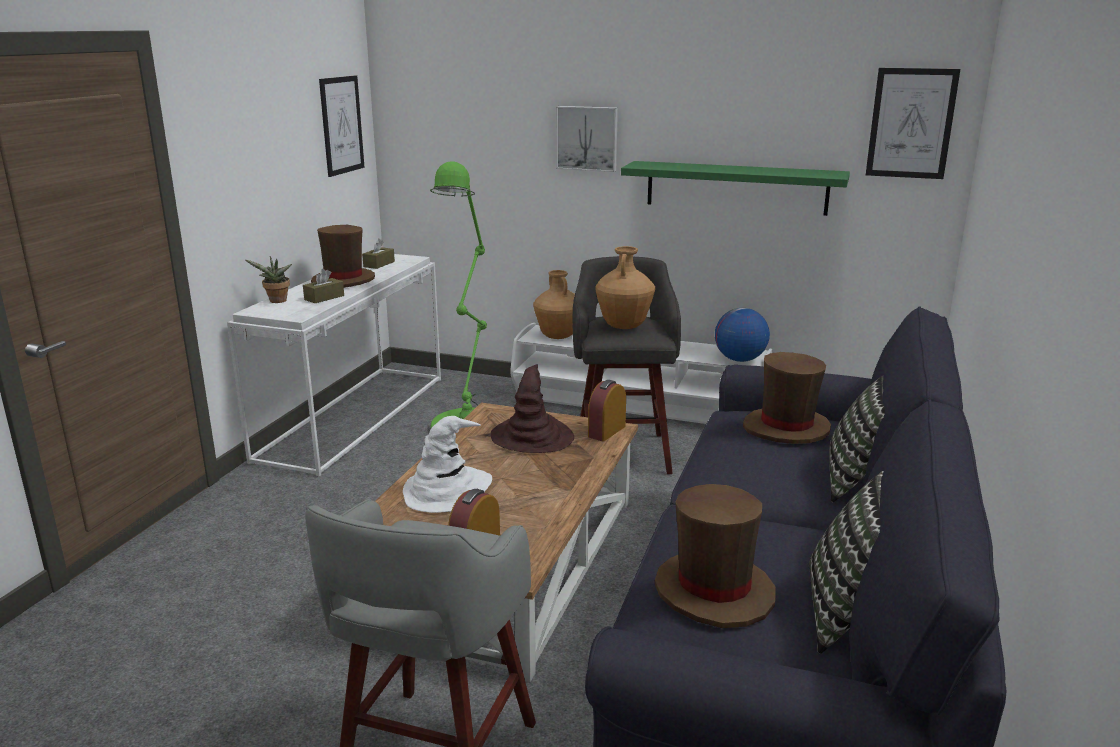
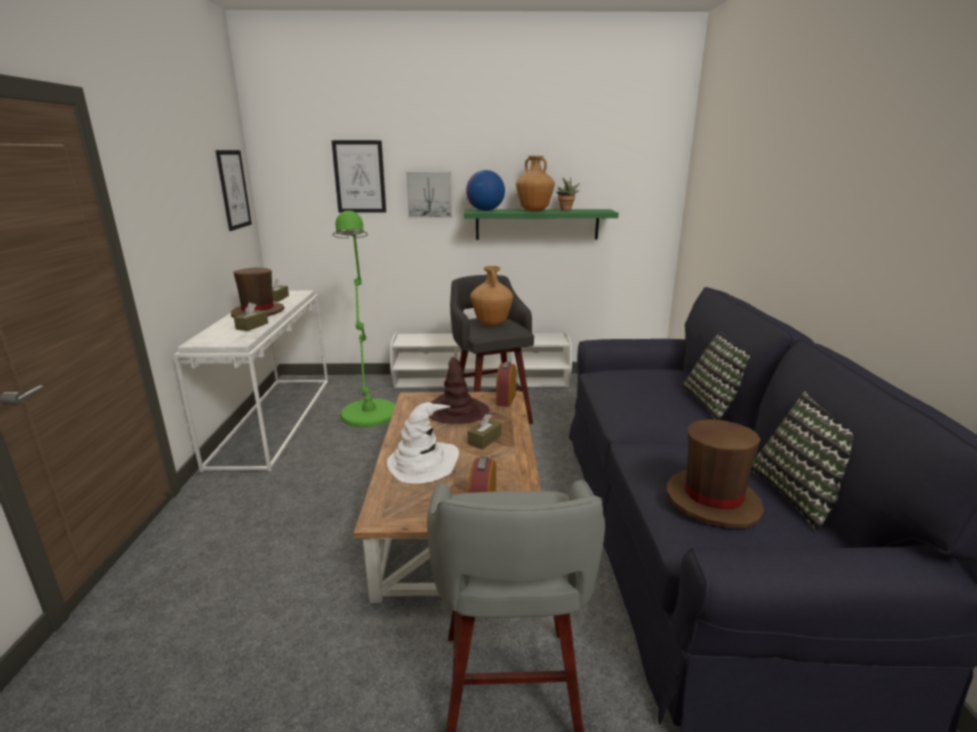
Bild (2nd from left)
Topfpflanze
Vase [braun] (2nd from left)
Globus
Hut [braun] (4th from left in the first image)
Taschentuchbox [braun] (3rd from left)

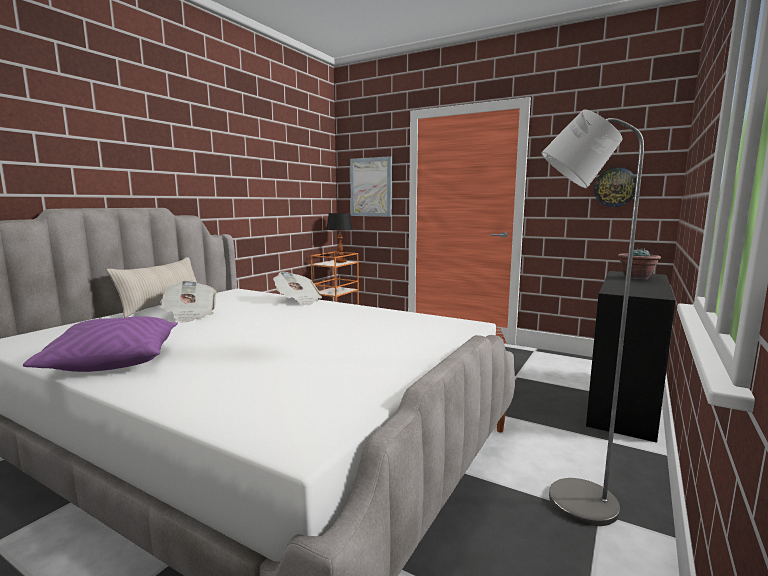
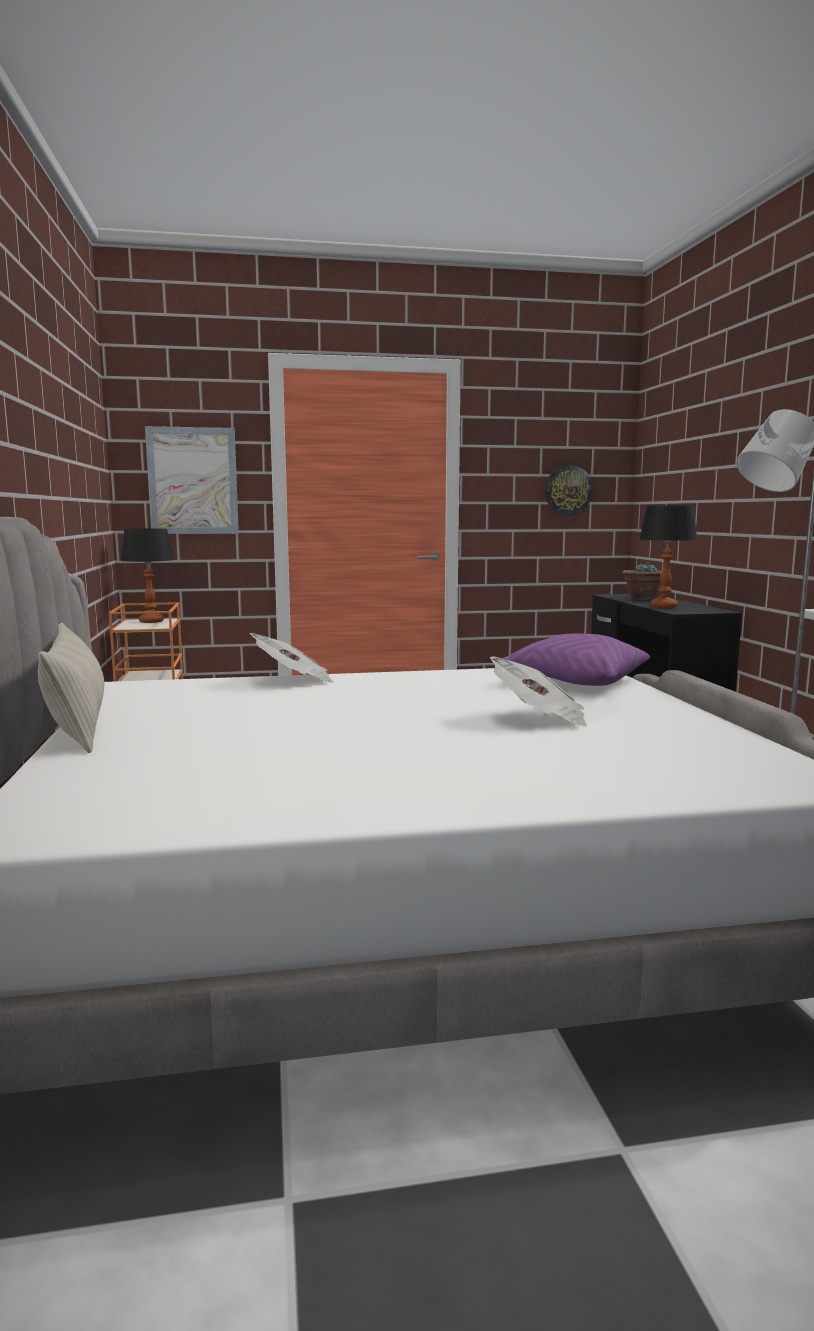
Zeitung (2nd from left)
Kissen [lila]
Tischlampe (2nd from left)

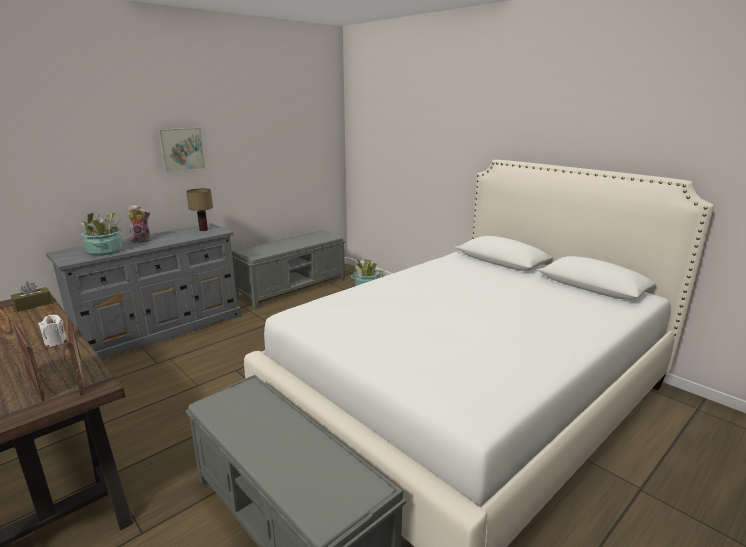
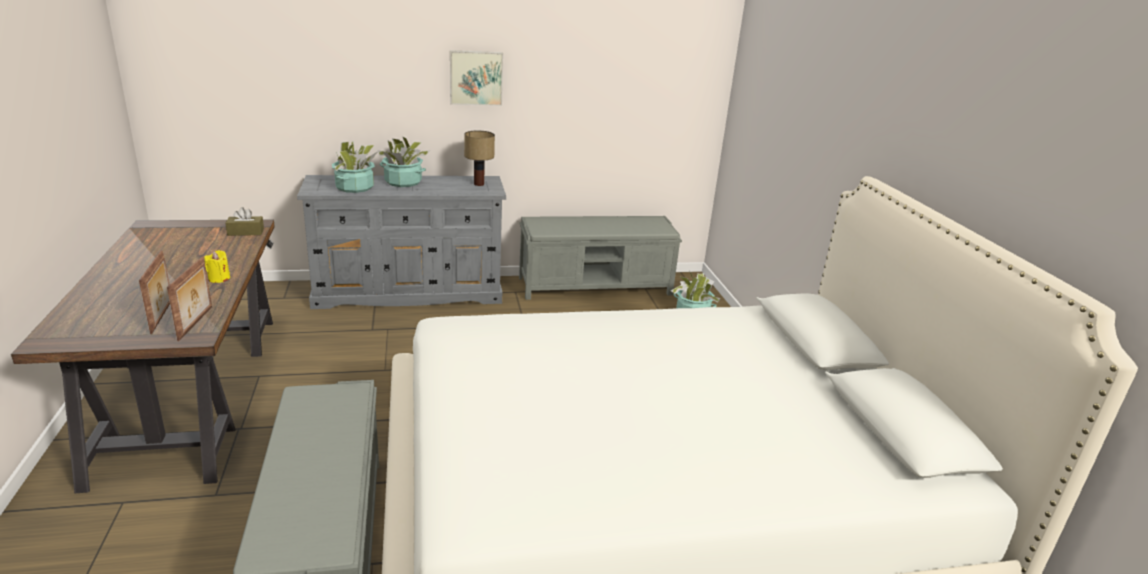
Topfpflanze (2nd from left)
Kerze [gelb]

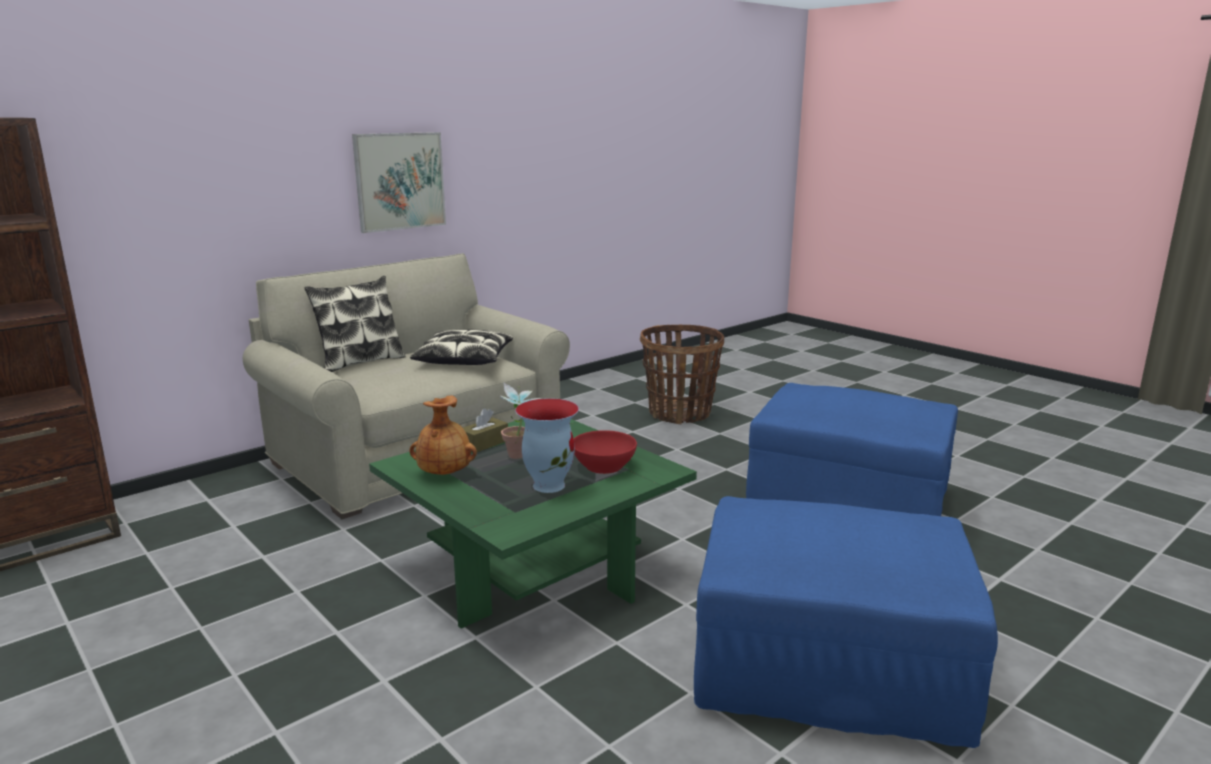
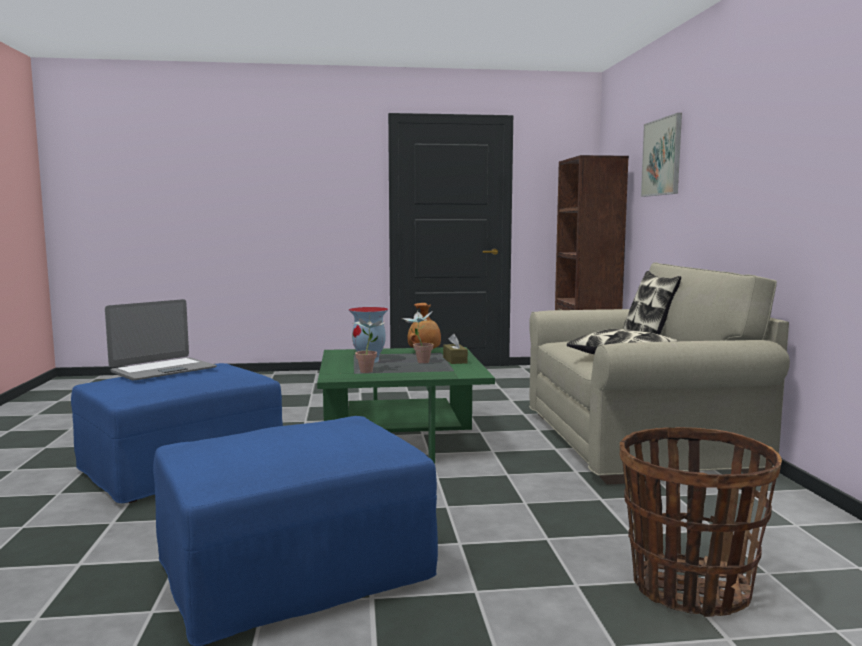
Bild
Topfpflanze (1st from left)
Laptop

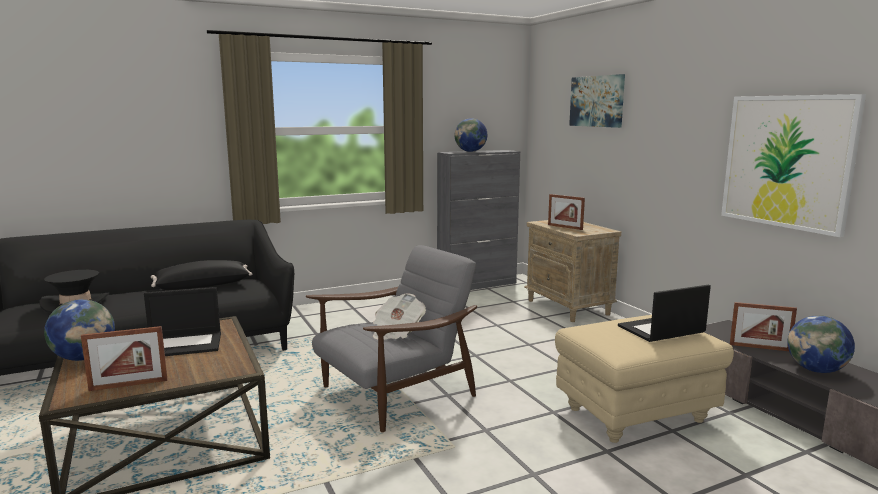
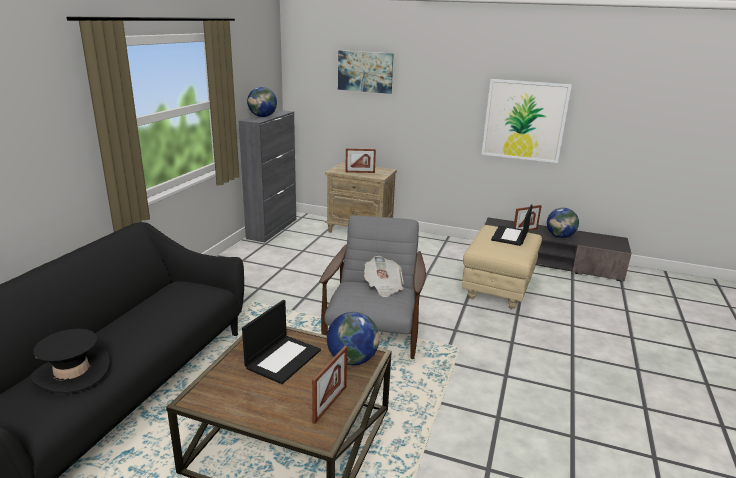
Kissen [schwarz]
Globus (2nd from left)

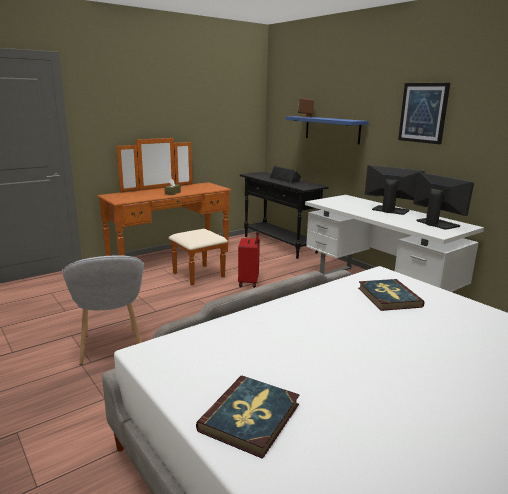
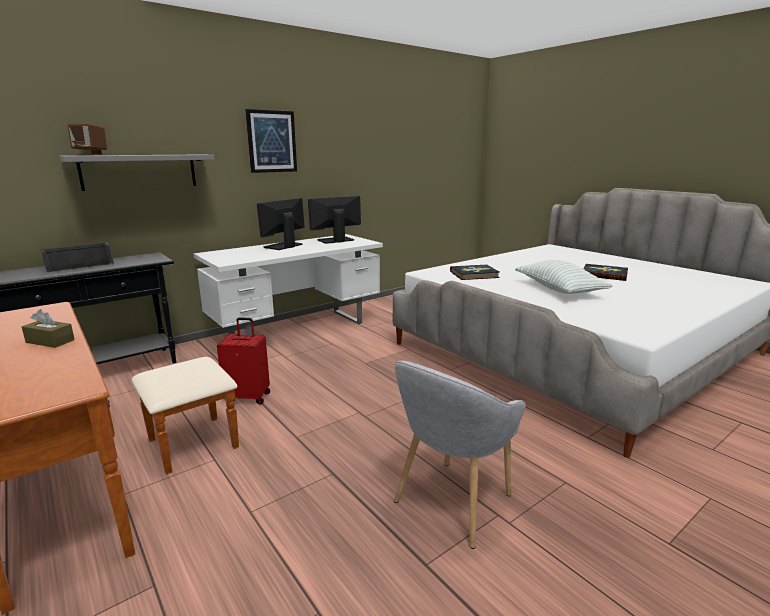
Wandregal [grau]
Sessel [grau]
Buch (2nd from left)
Kissen

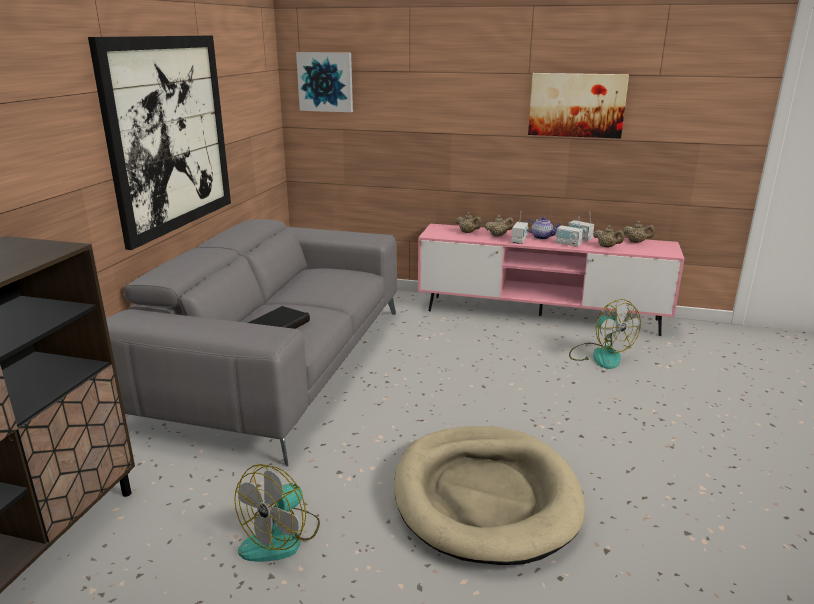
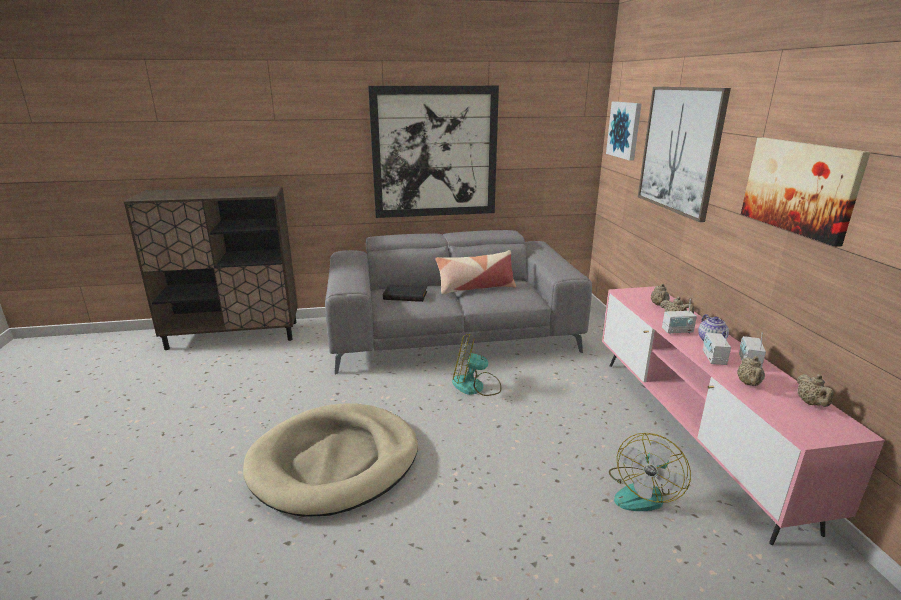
Ventilator (1st from left)
Bild (3rd from left)
Kissen

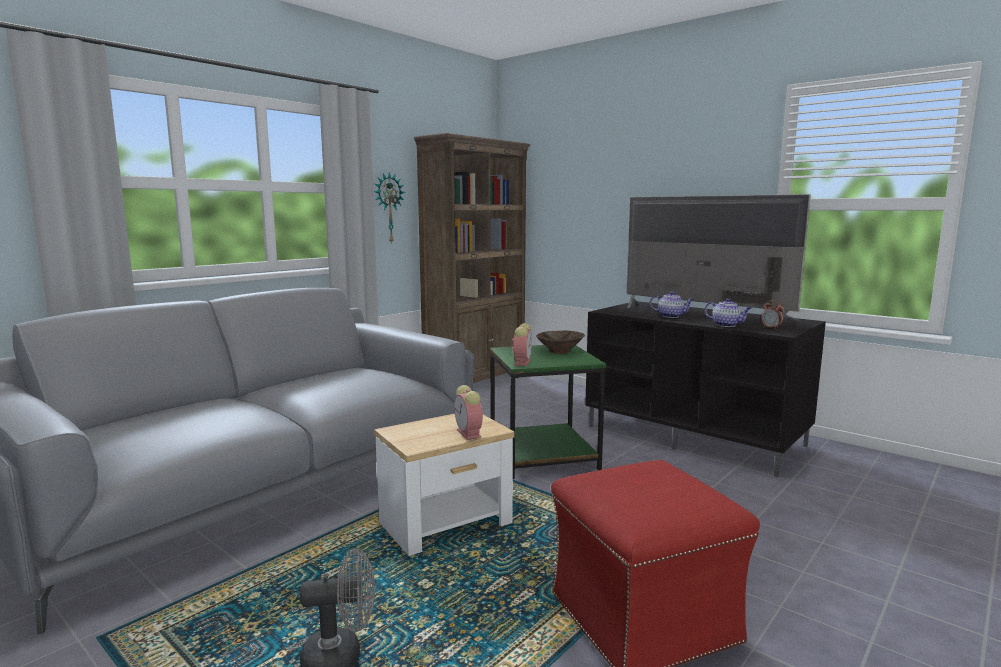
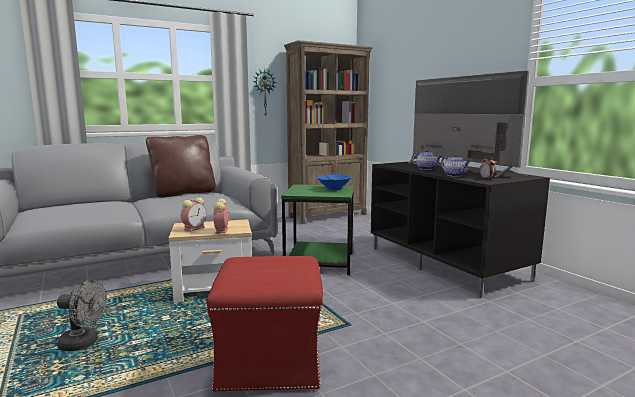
Wecker (1st from left)
Schüssel [blau]
Kissen [braun]

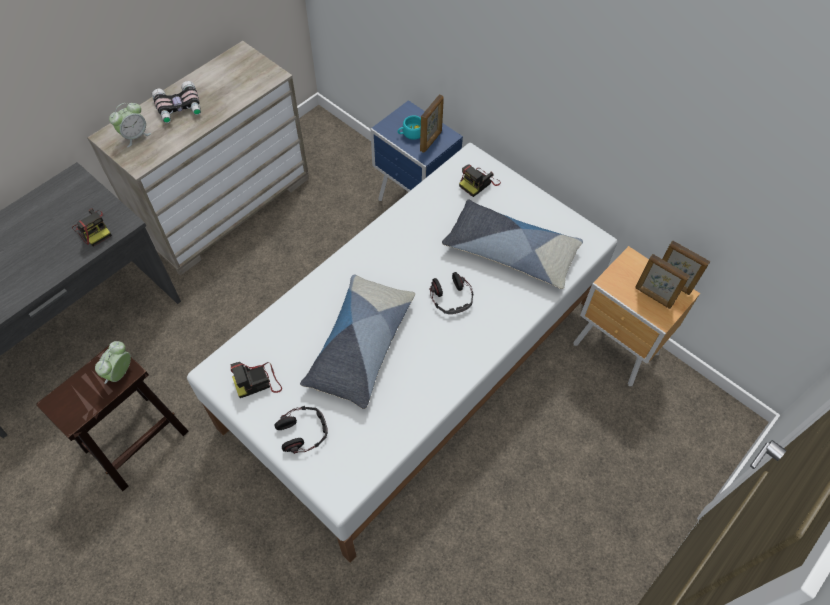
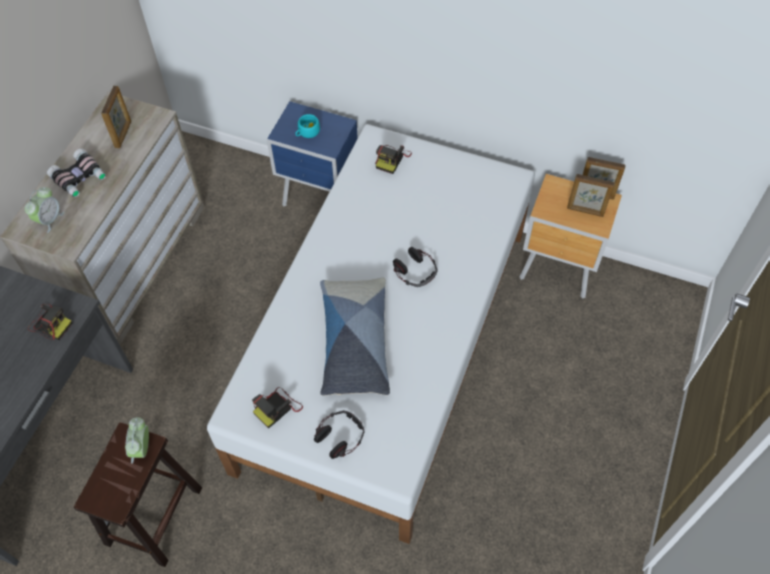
Bilderrahmen (1st from left)
Kissen (2nd from left in the first image)

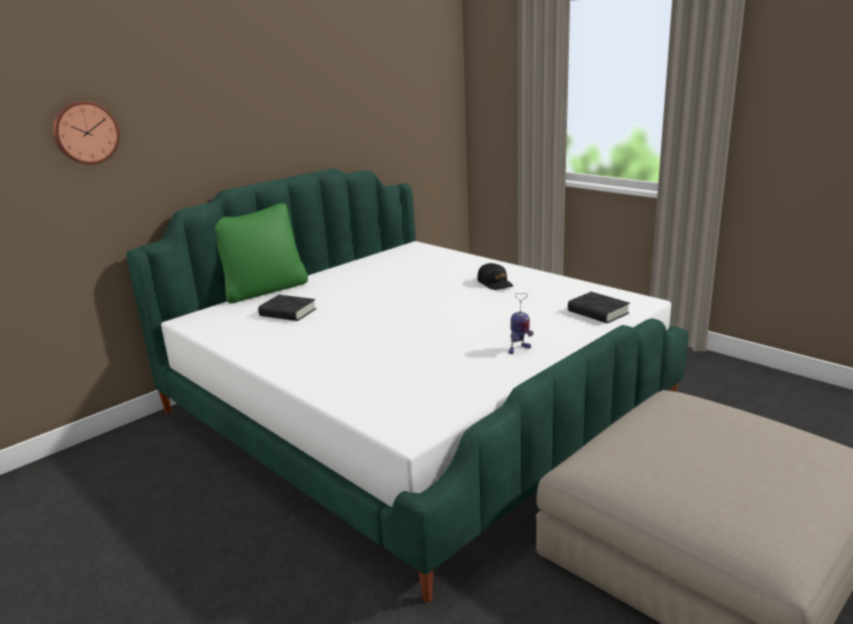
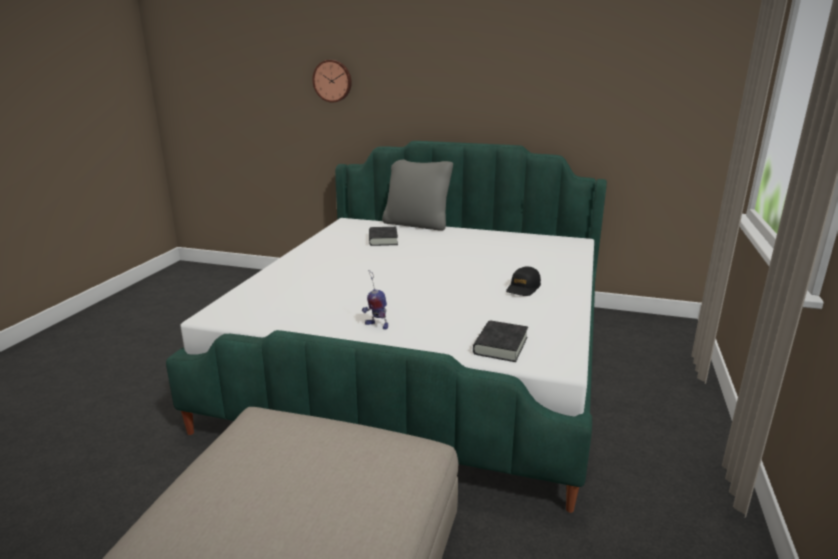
Kissen [grau]

